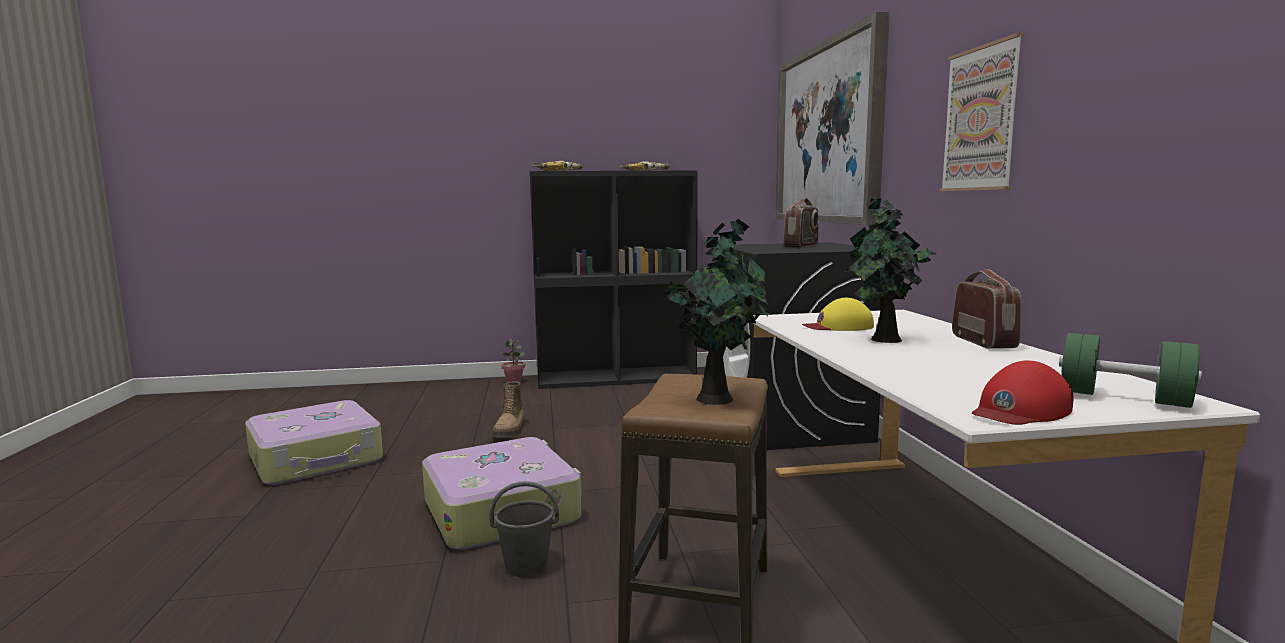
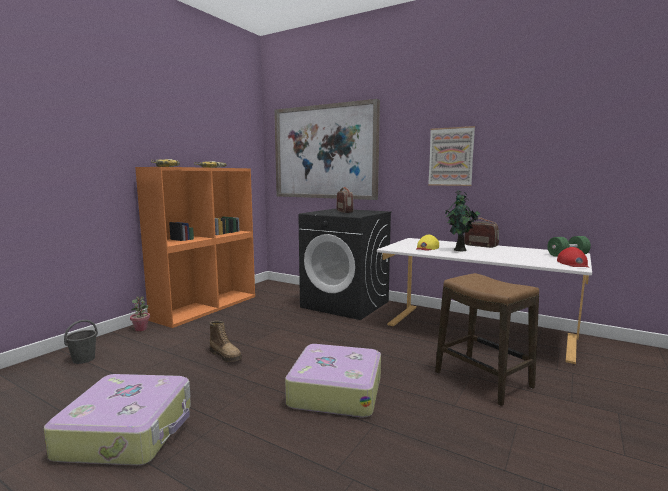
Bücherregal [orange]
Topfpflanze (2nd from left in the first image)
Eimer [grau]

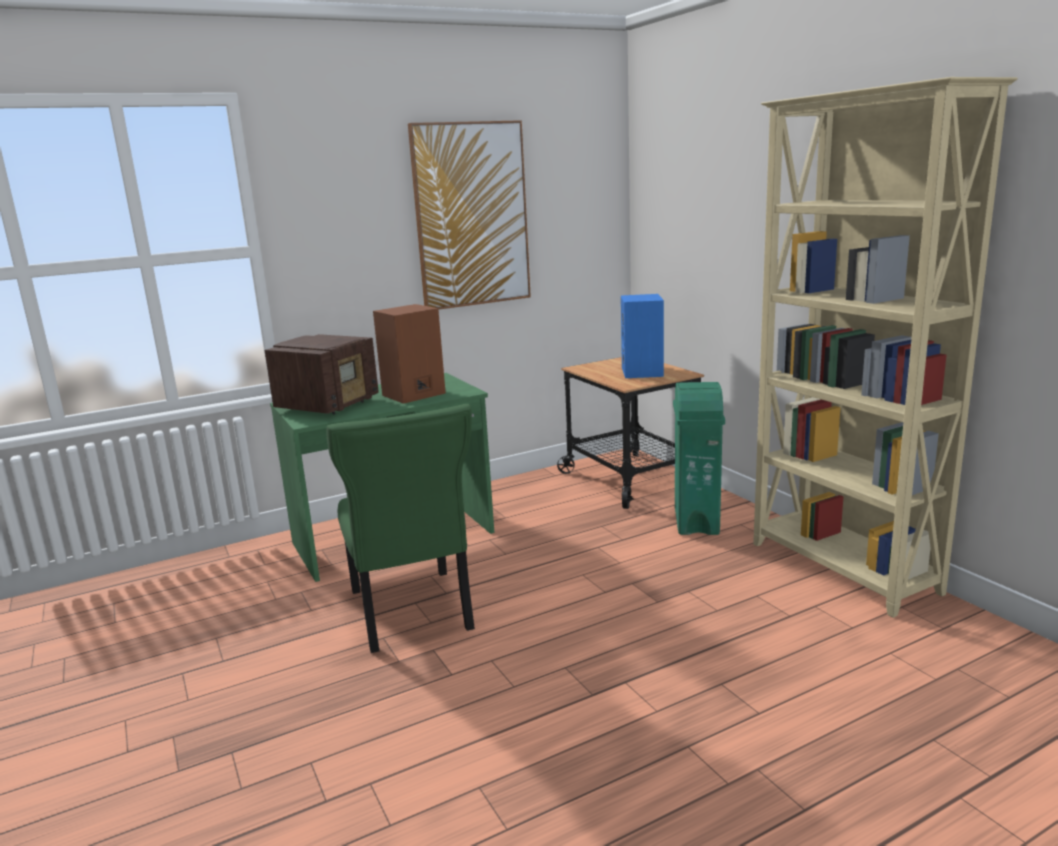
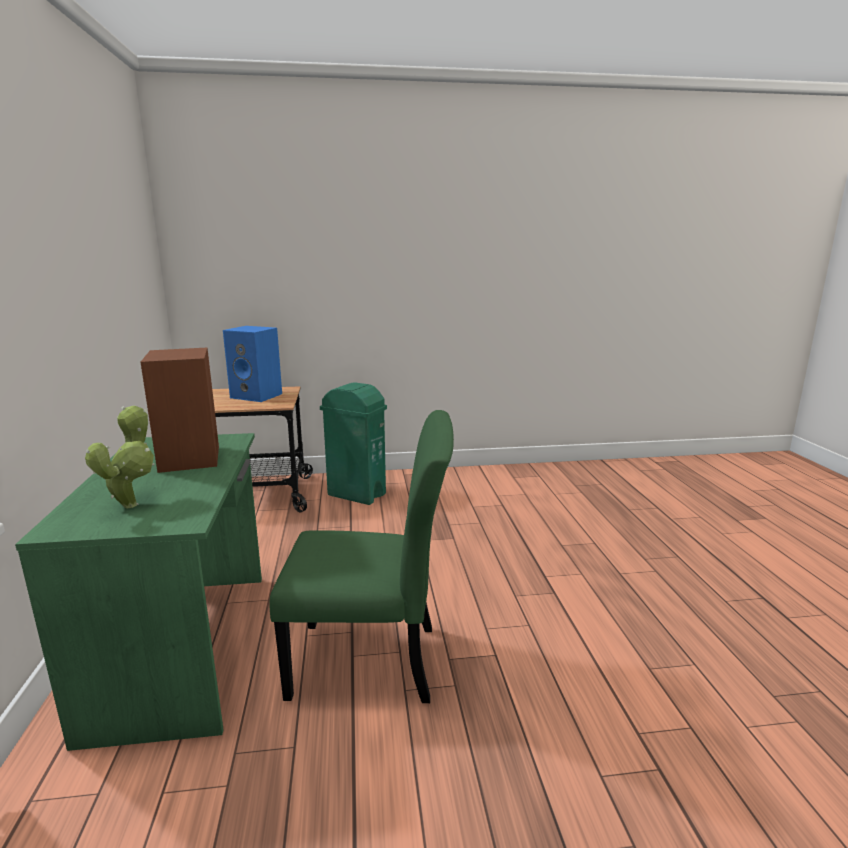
Bücherregal [beige]
Bild
Topfpflanze

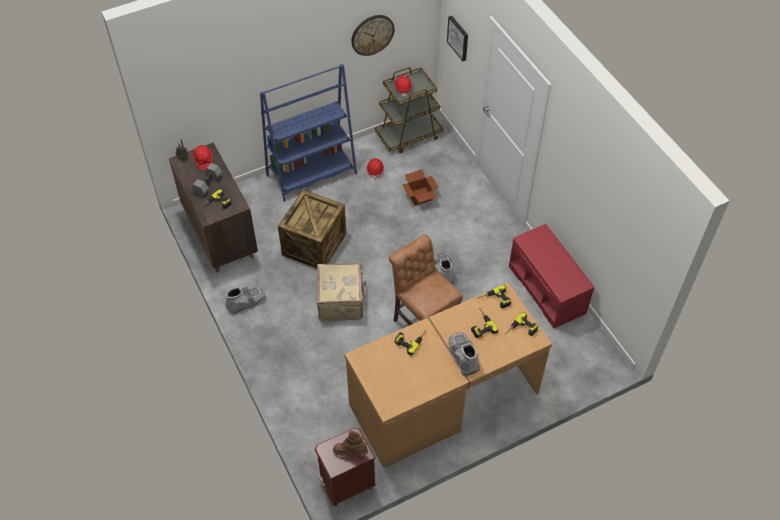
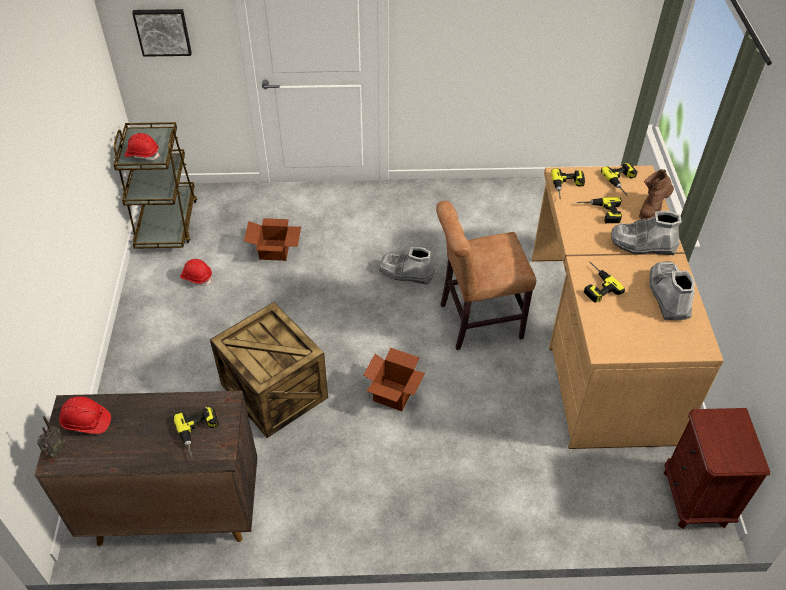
Wanduhr
Bücherregal [blau]
Hantel [grau]
Bank [rot]
Karton (2nd from left)
Stiefel [grau] (3rd from left)
Stiefel [braun]

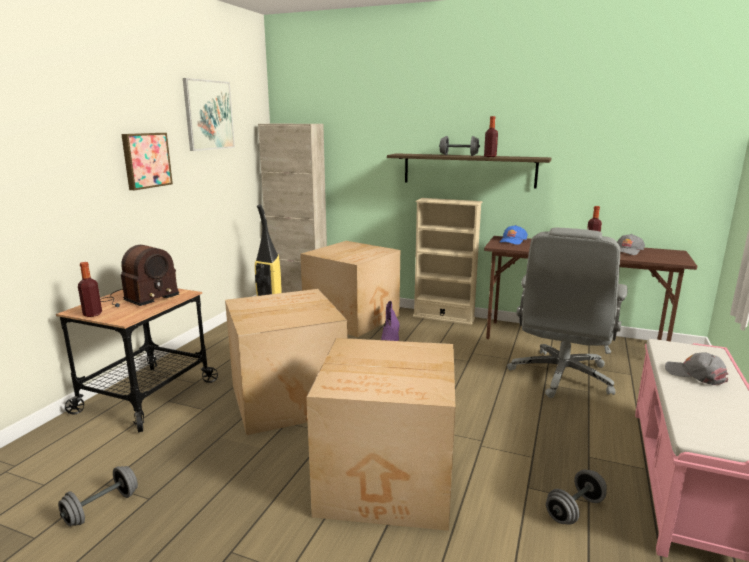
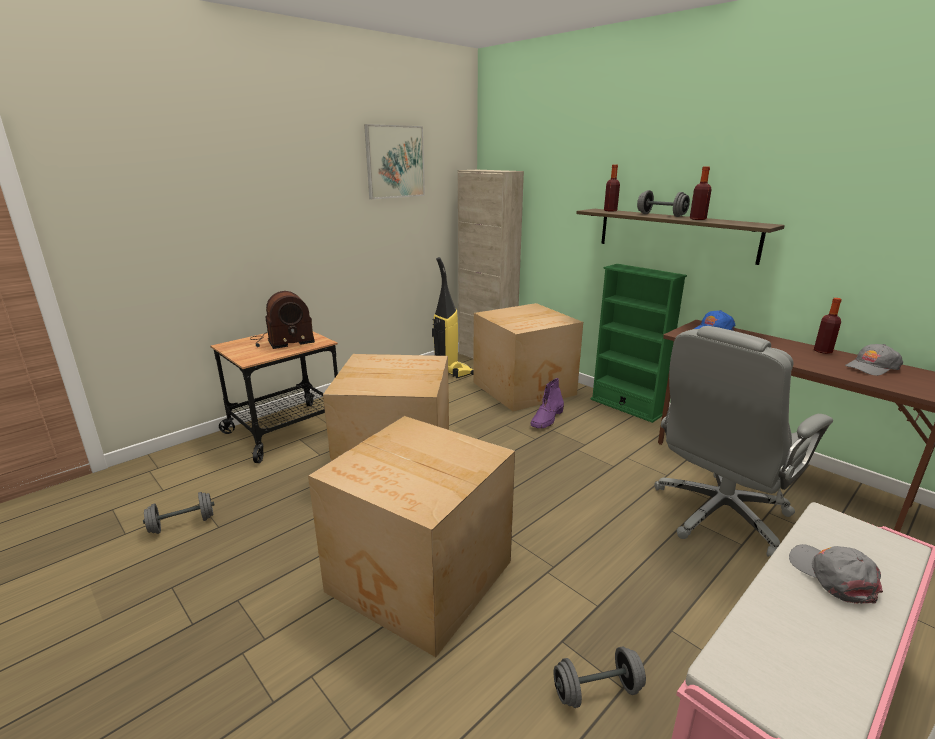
Bild (1st from left in the first image)
Bücherregal [grün]
Flasche (1st from left)

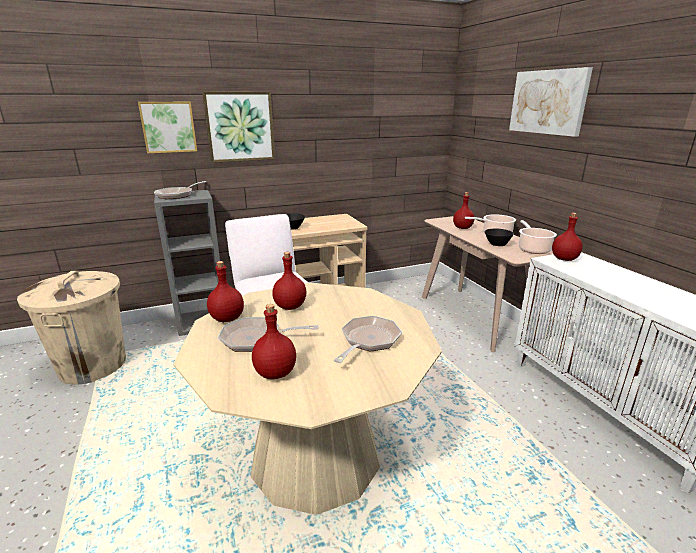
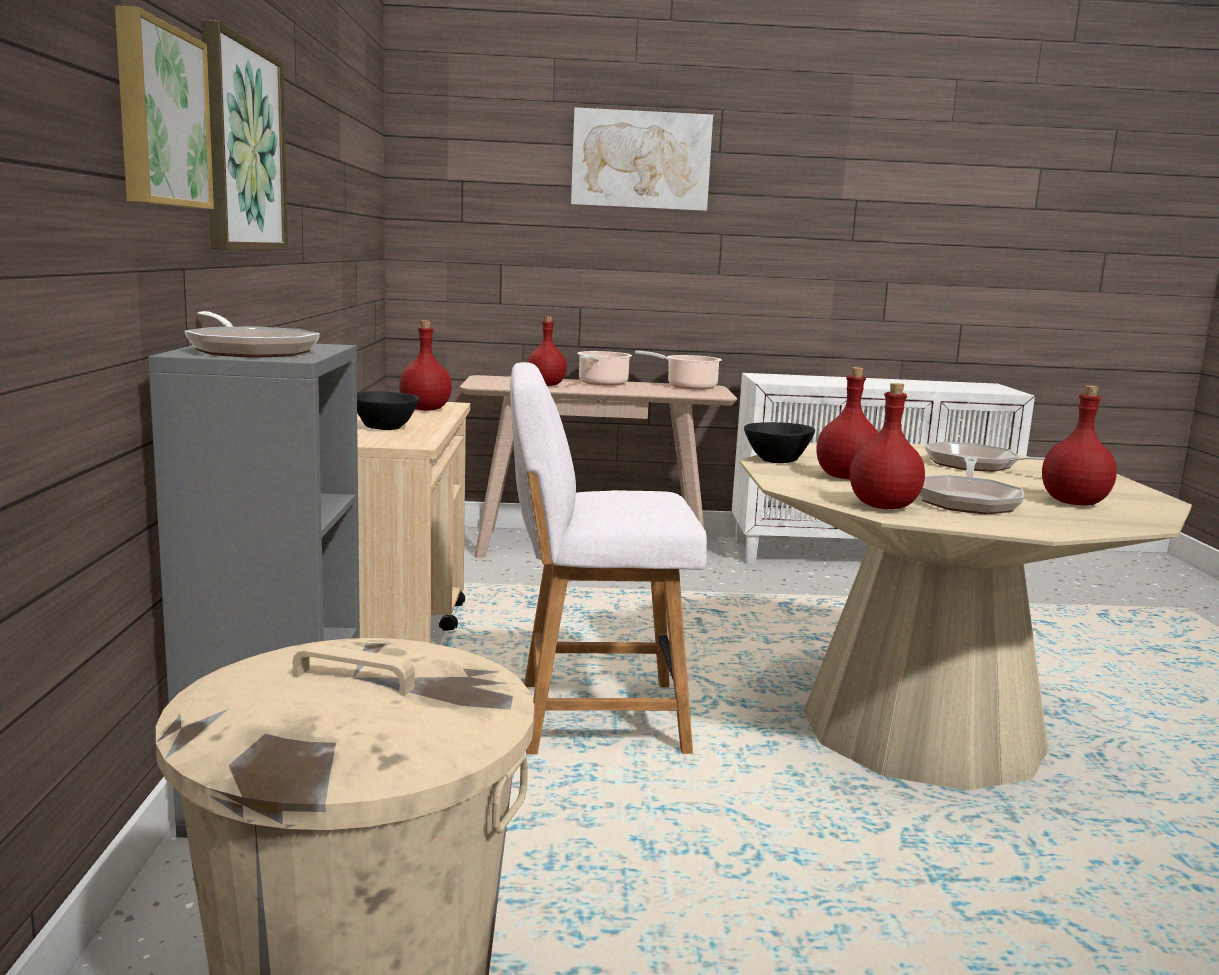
Flasche [rot] (1st from left)
Schüssel [schwarz] (2nd from left)

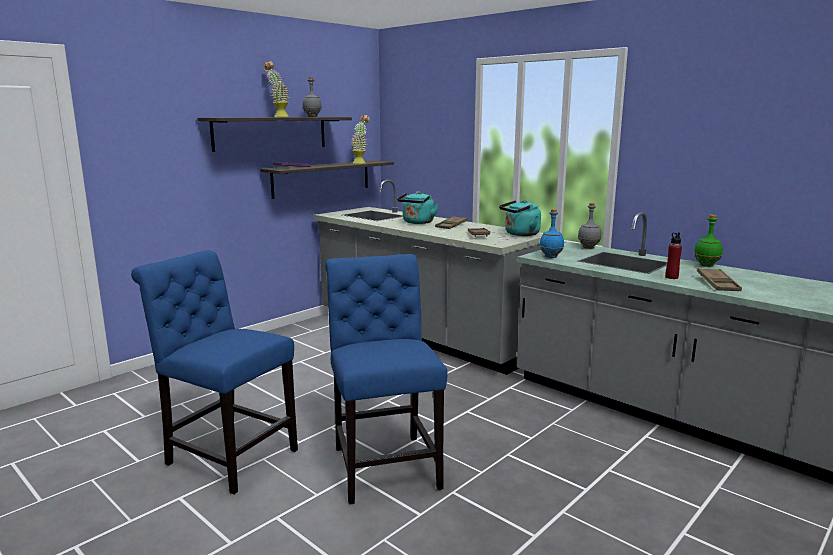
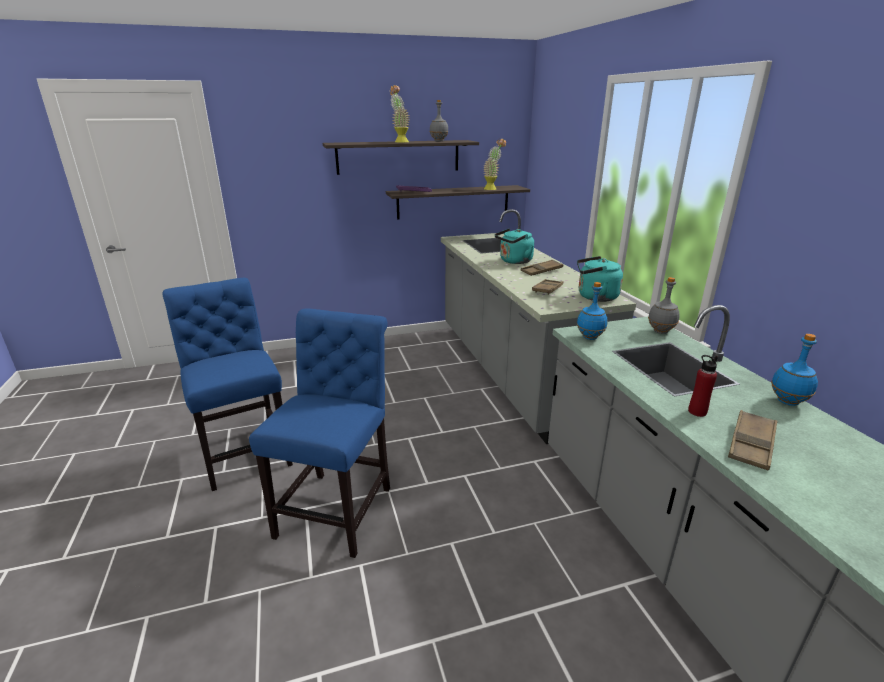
Flasche [blau] (2nd from left)

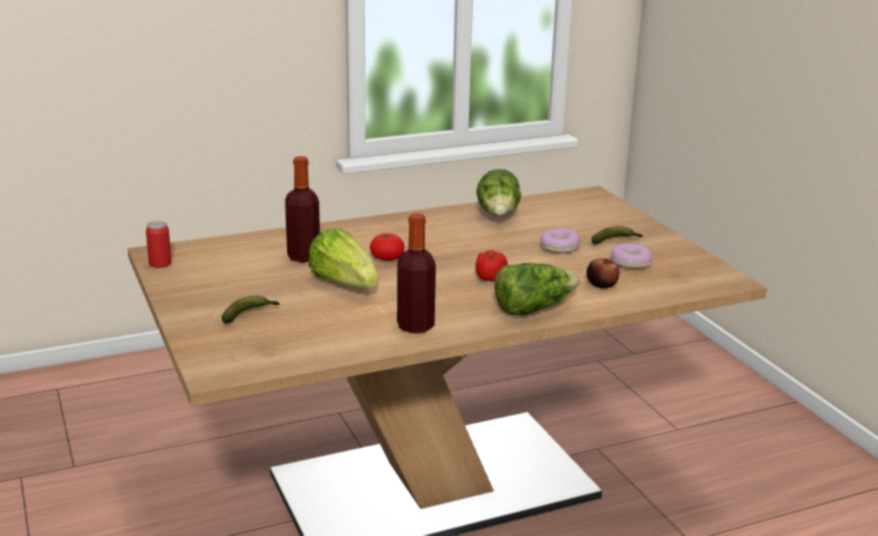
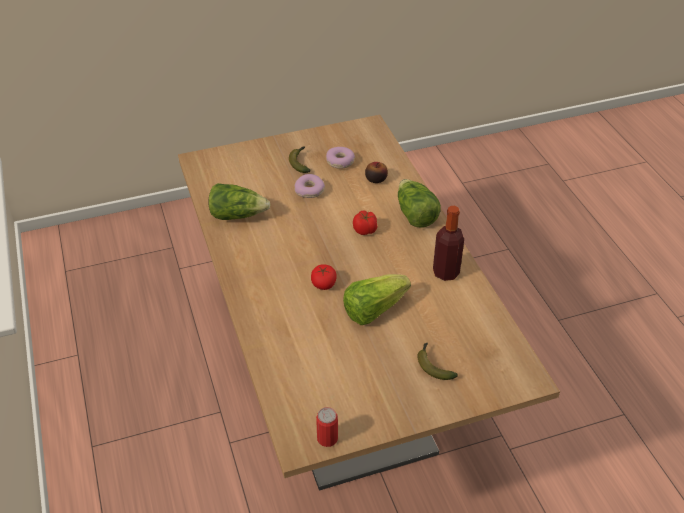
Flasche (1st from left in the first image)

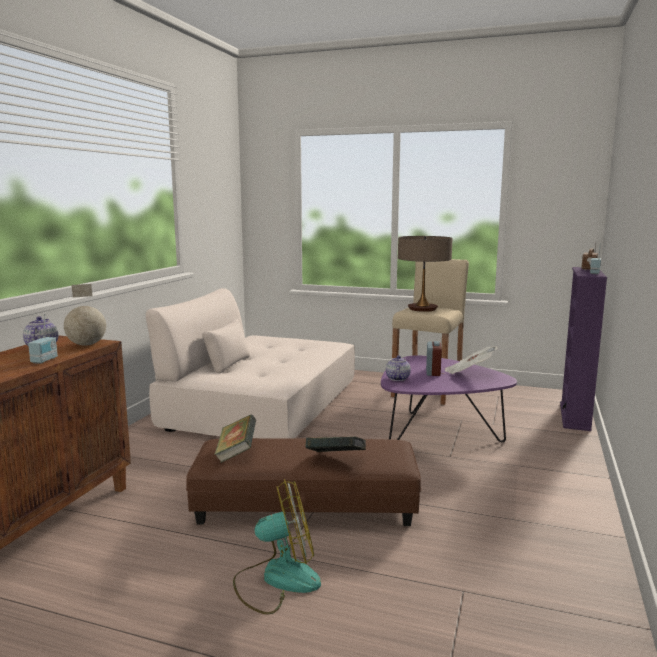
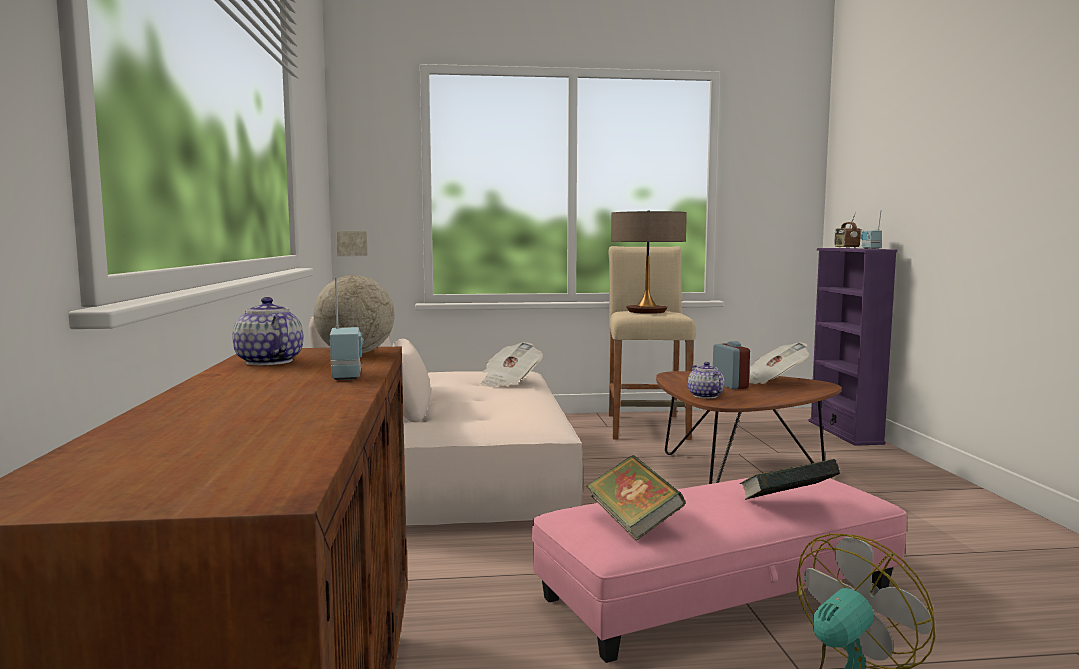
Couchtisch [braun]
Polsterhocker [rosa]
Zeitung (1st from left)

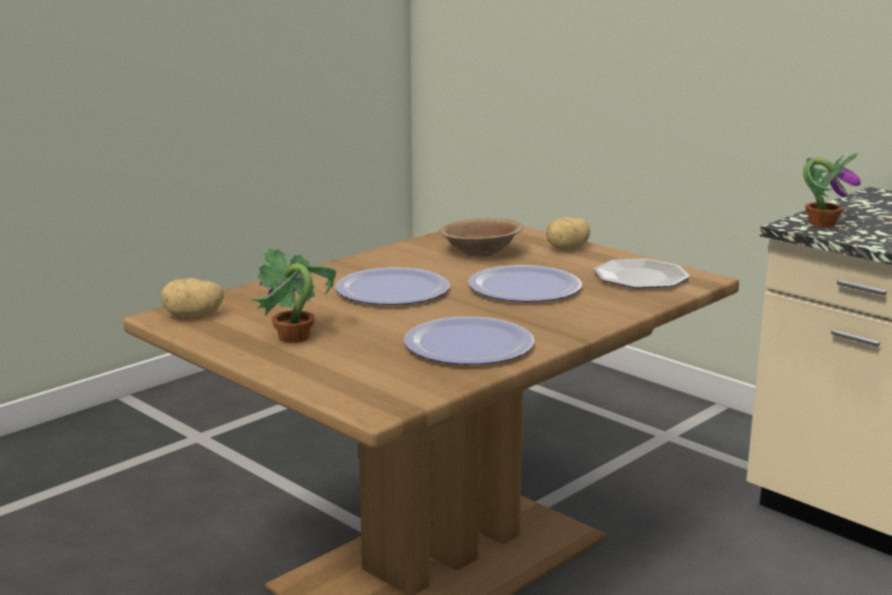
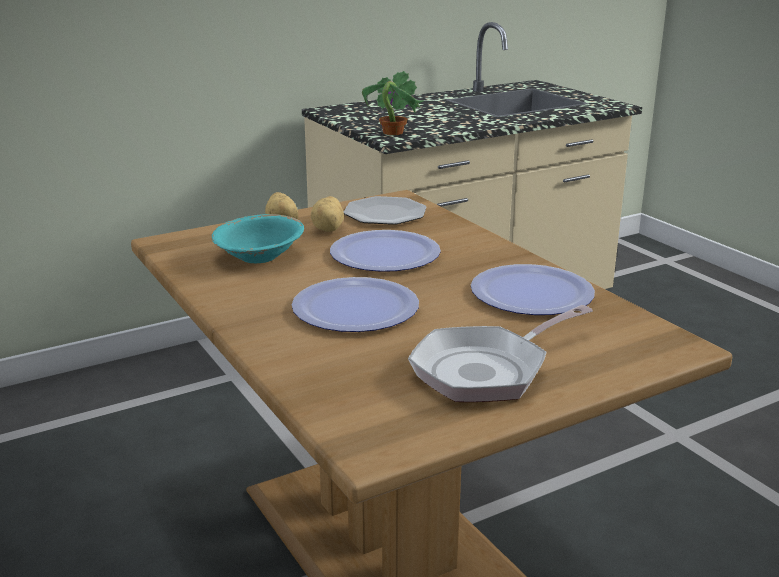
Schüssel [türkis]
Pfanne
Kartoffel (2nd from left)

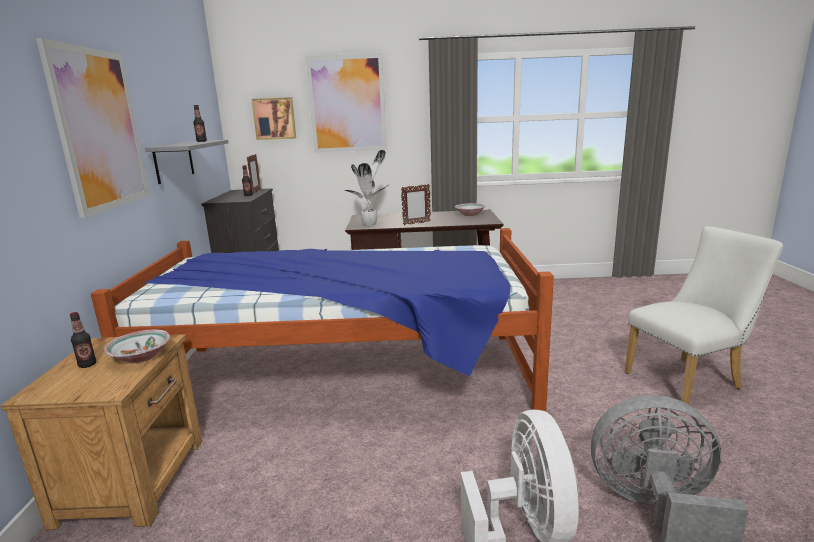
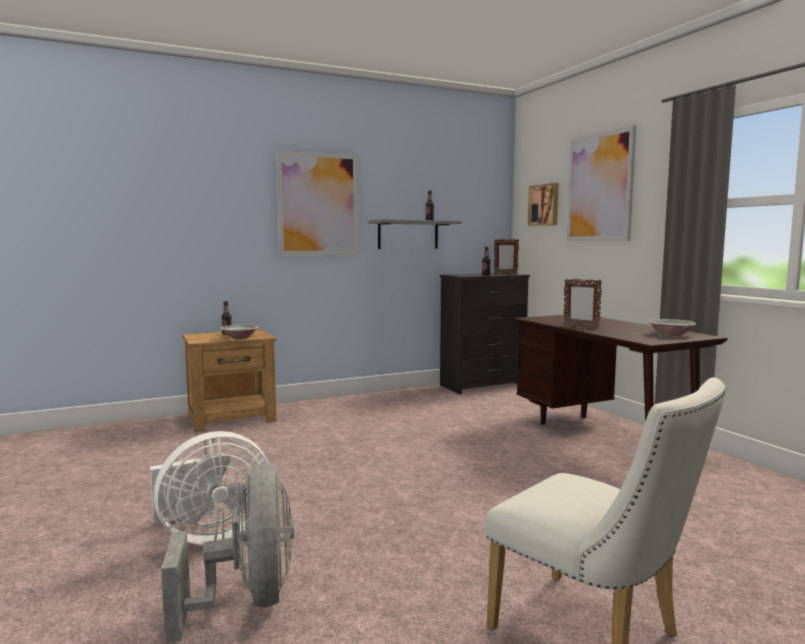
Topfpflanze
Bett

